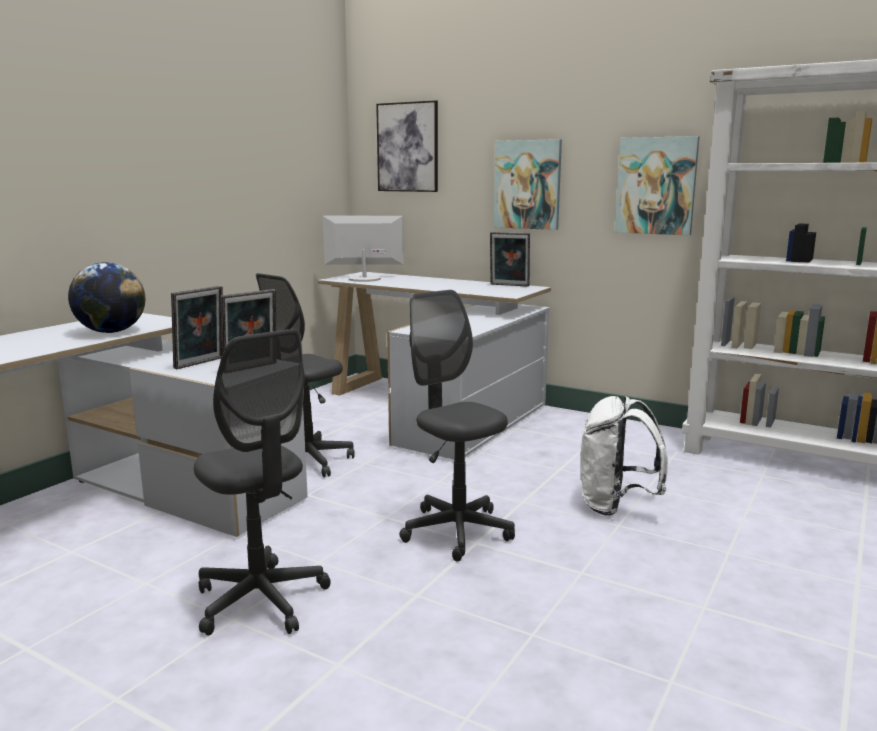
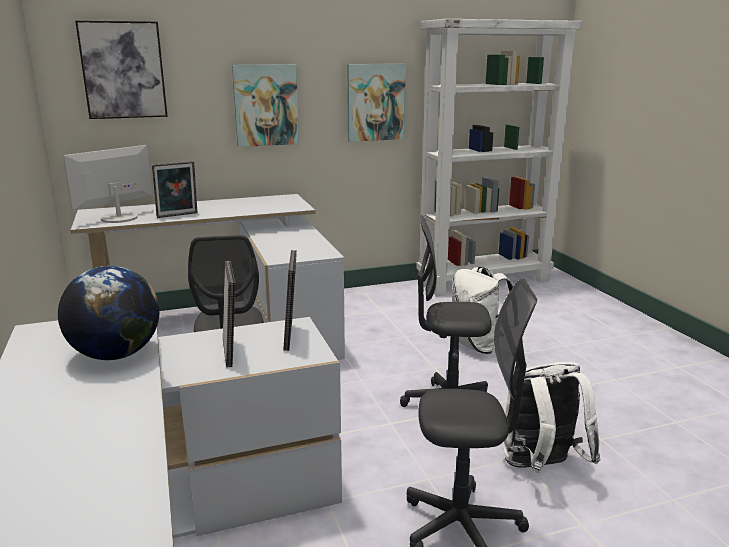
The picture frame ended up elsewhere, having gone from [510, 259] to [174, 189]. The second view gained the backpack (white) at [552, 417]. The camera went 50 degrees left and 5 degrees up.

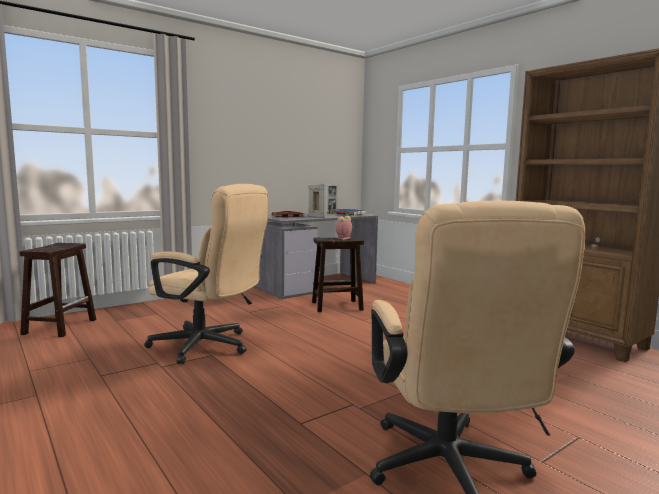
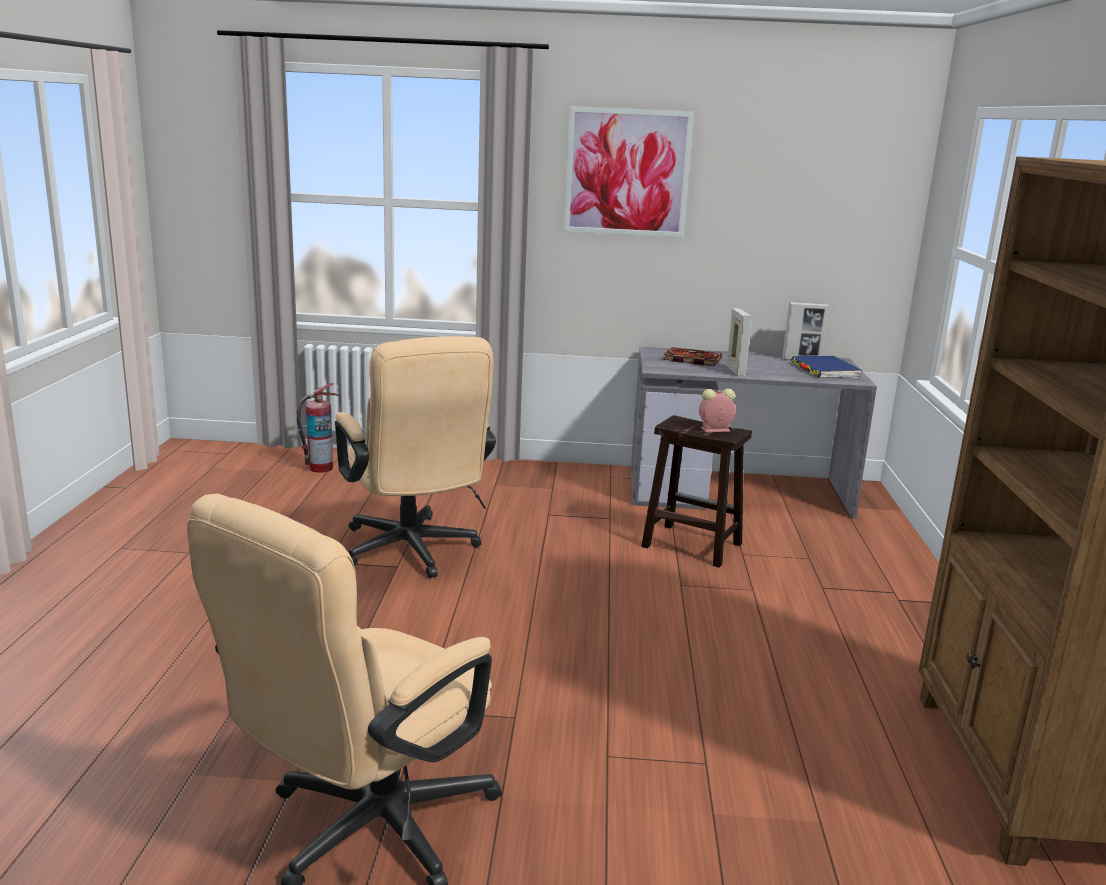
Where the stool (brown) stood at [58, 290], the fire extinguisher came to stand at [318, 428]. The second view gained the picture at [629, 172]. The camera went 40 degrees right and 10 degrees up.

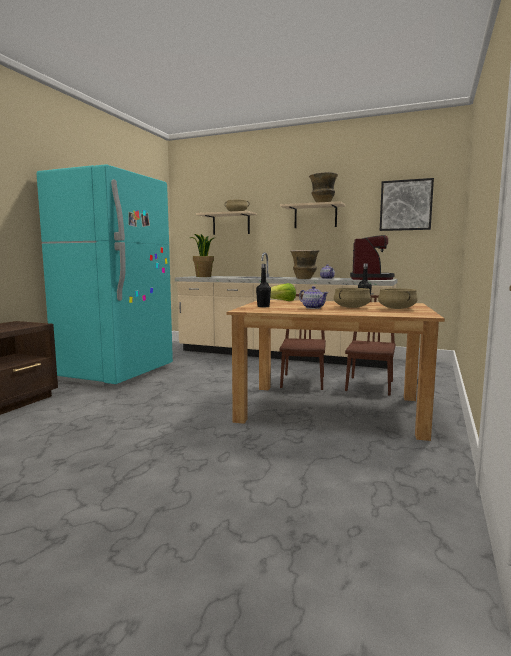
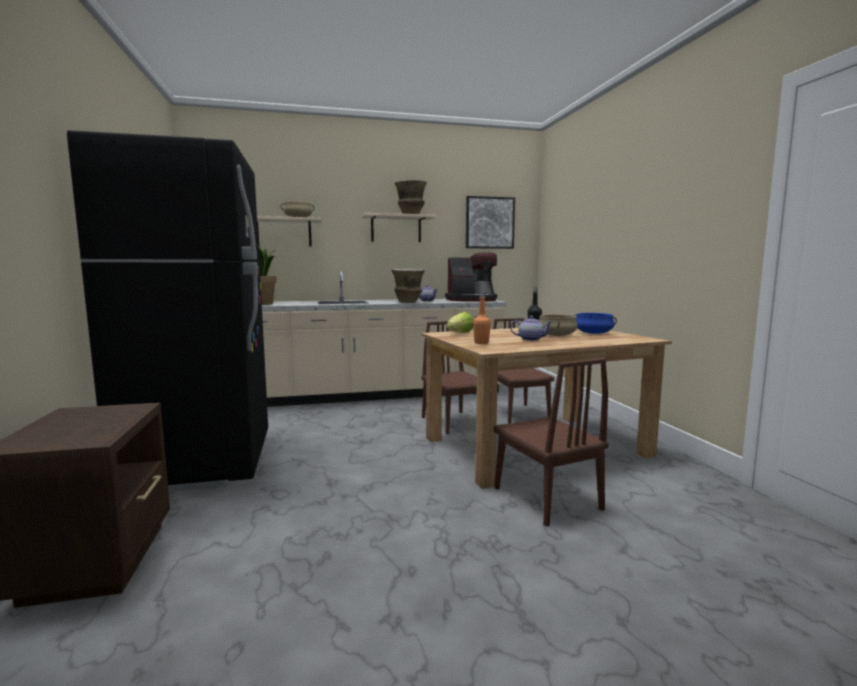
What was the fridge (turquoise) at [104, 275] turned into the fridge (black) at [167, 311]. What was the bottle (black) at [263, 285] turned into the bottle (orange) at [482, 318]. The coffee machine at [372, 257] ended up facing another way, 105 degrees clockwise from before. What was the cooking pot (beige) at [398, 298] turned into the cooking pot (blue) at [595, 323]. The second view gained the chair (brown) at [551, 442]. The camera went 35 degrees left and 0 degrees up.

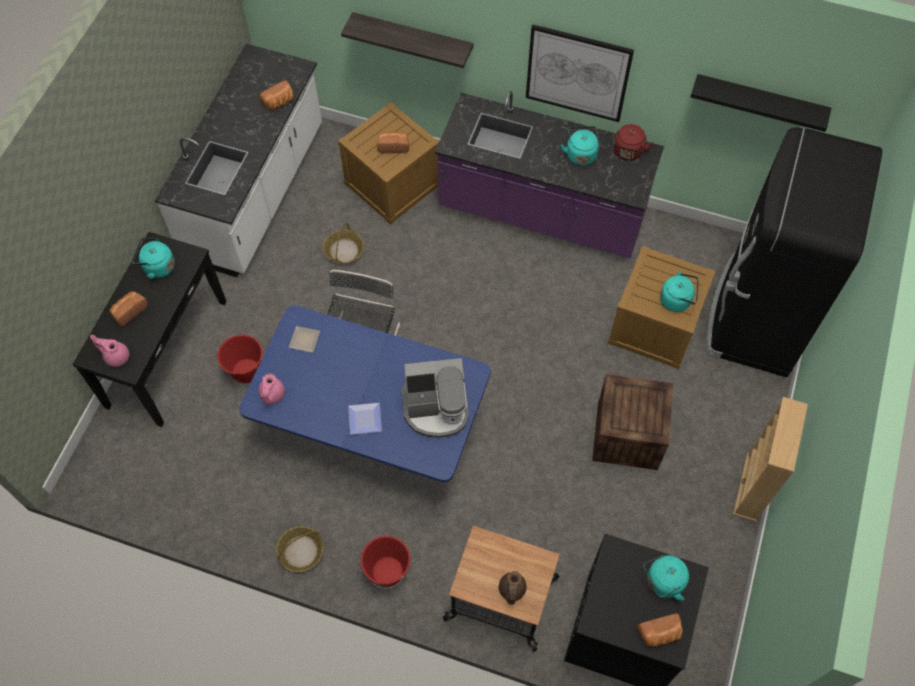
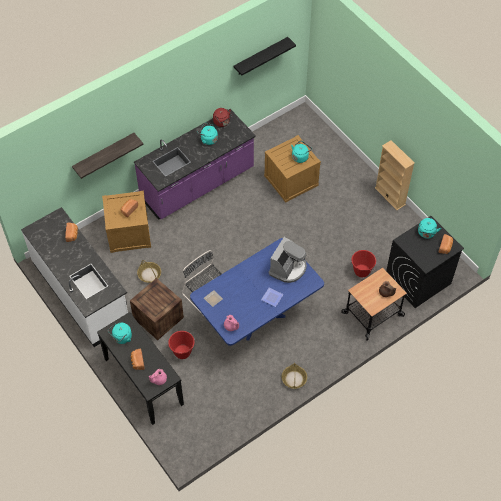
The bucket (red) ended up elsewhere, having gone from [386, 562] to [363, 263]. The second view lost the picture at [580, 73]. The crate ended up elsewhere, having gone from [632, 422] to [157, 309]. The second view lost the fridge (black) at [794, 252]. The camera went 55 degrees left and 5 degrees down.

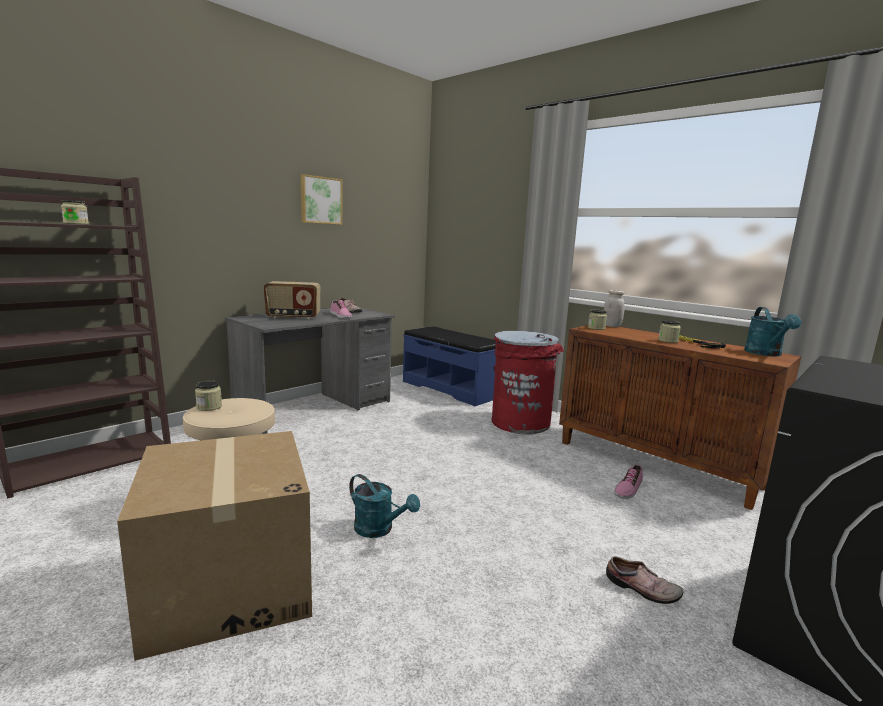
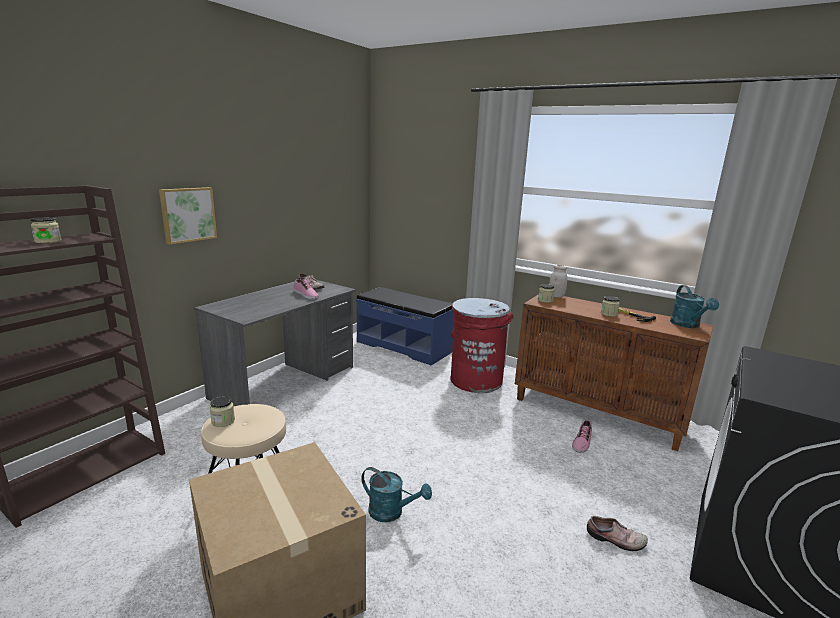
The second view lost the radio at [292, 300]. The picture ended up elsewhere, having gone from [322, 199] to [188, 215]. The camera went 10 degrees left and 5 degrees up.

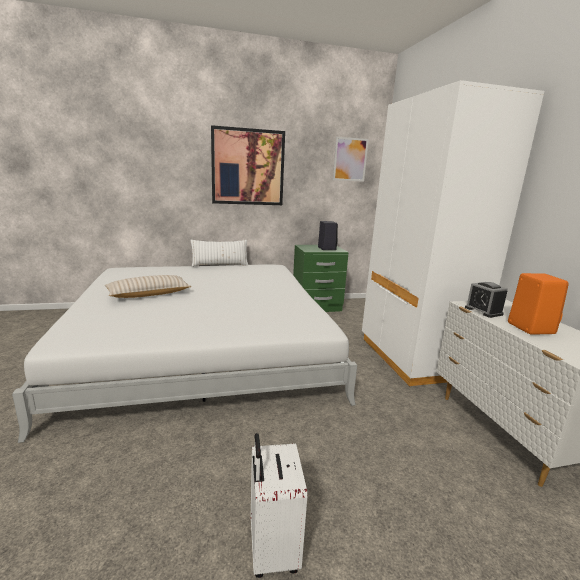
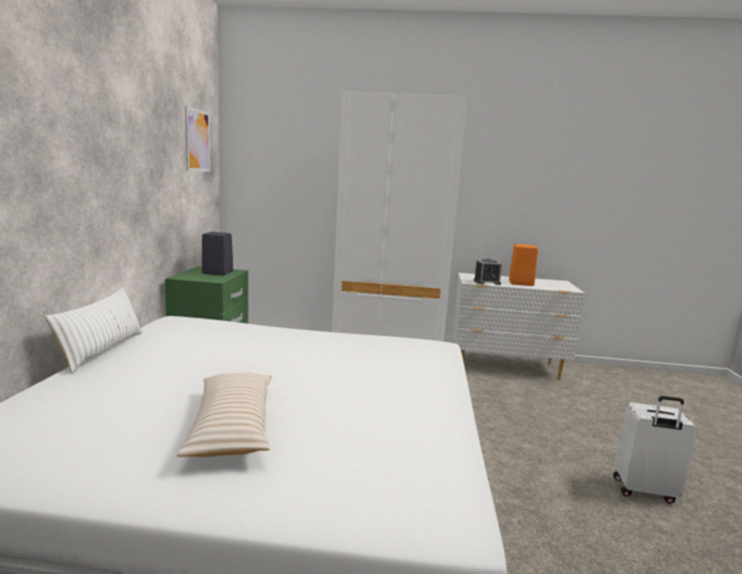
The second view lost the picture at [248, 165]. The camera went 70 degrees left and 5 degrees down.

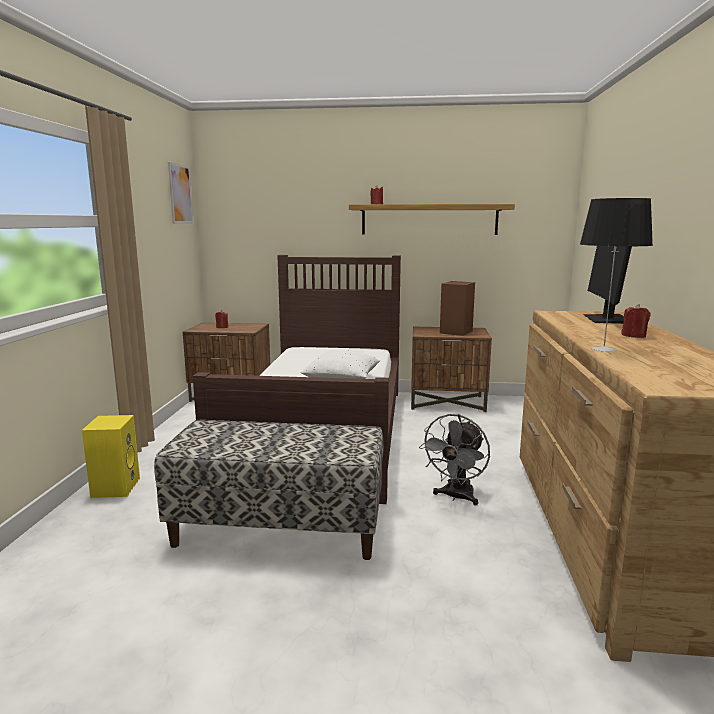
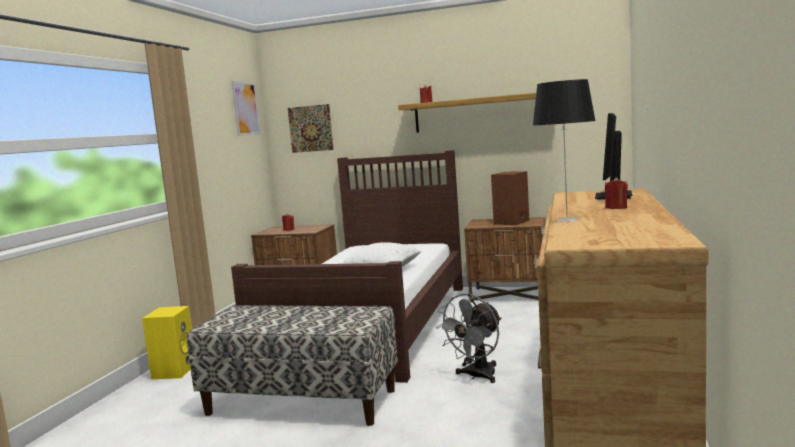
The second view gained the picture at [311, 128]. The camera went 10 degrees right and 5 degrees down.

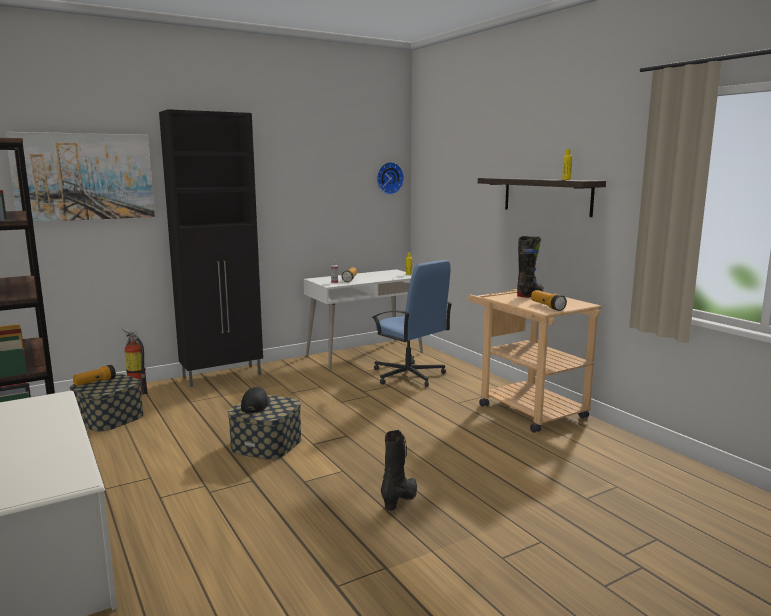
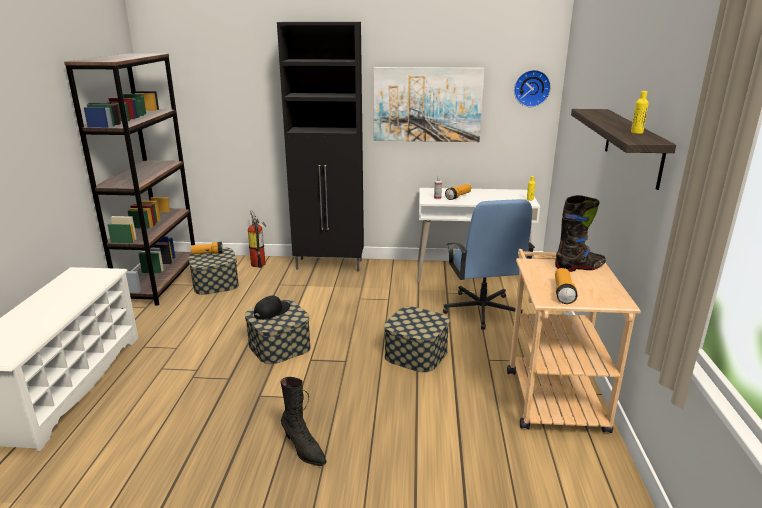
The picture ended up elsewhere, having gone from [80, 177] to [429, 104]. The boot (black) at [399, 470] ended up facing another way, 75 degrees clockwise from before. The second view gained the storage box at [417, 339]. The camera went 35 degrees right and 10 degrees up.

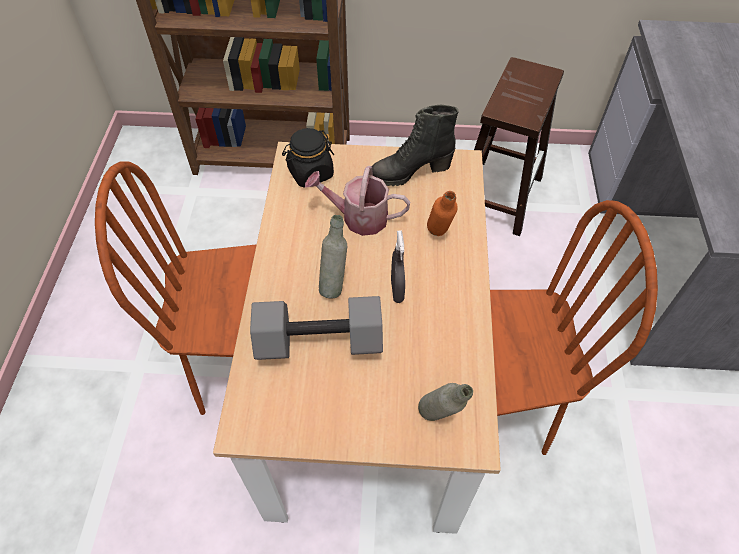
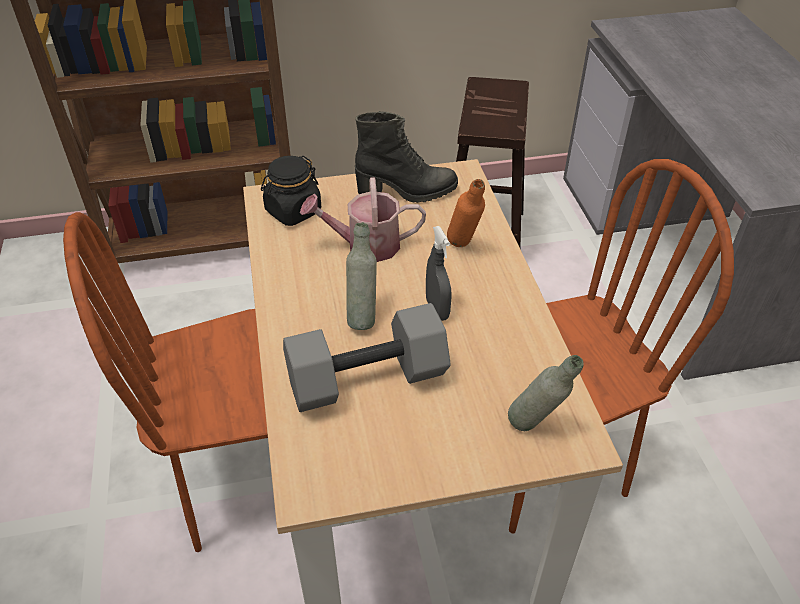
The boot (black) at [415, 145] ended up facing another way, 150 degrees counterclockwise from before. The camera went 15 degrees left and 10 degrees down.

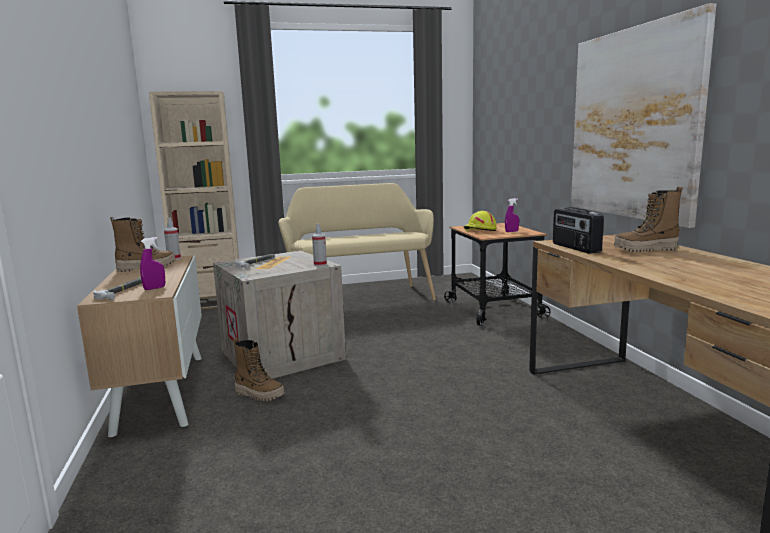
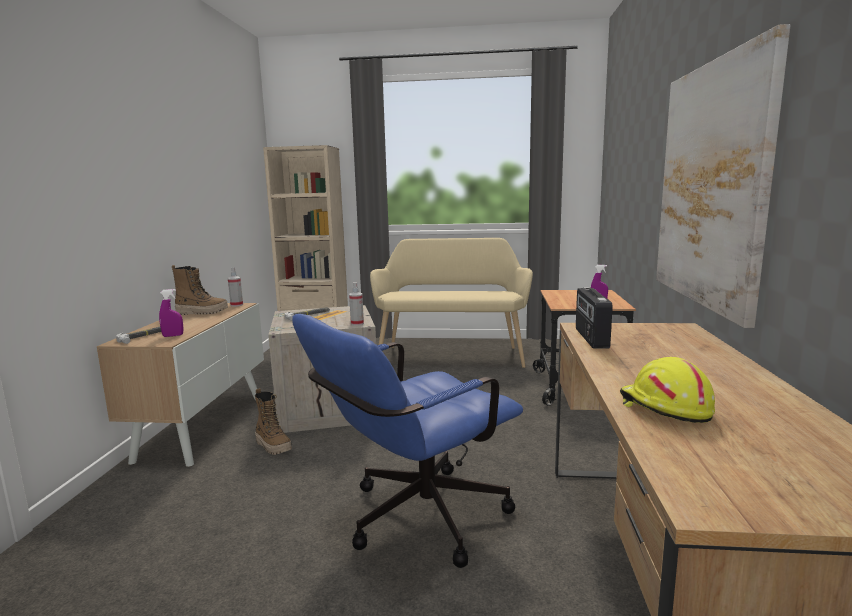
The hard hat (yellow) ended up elsewhere, having gone from [480, 221] to [667, 390]. The second view lost the boot at [648, 219]. The second view gained the office chair (blue) at [407, 441]. The camera went 20 degrees right and 0 degrees up.

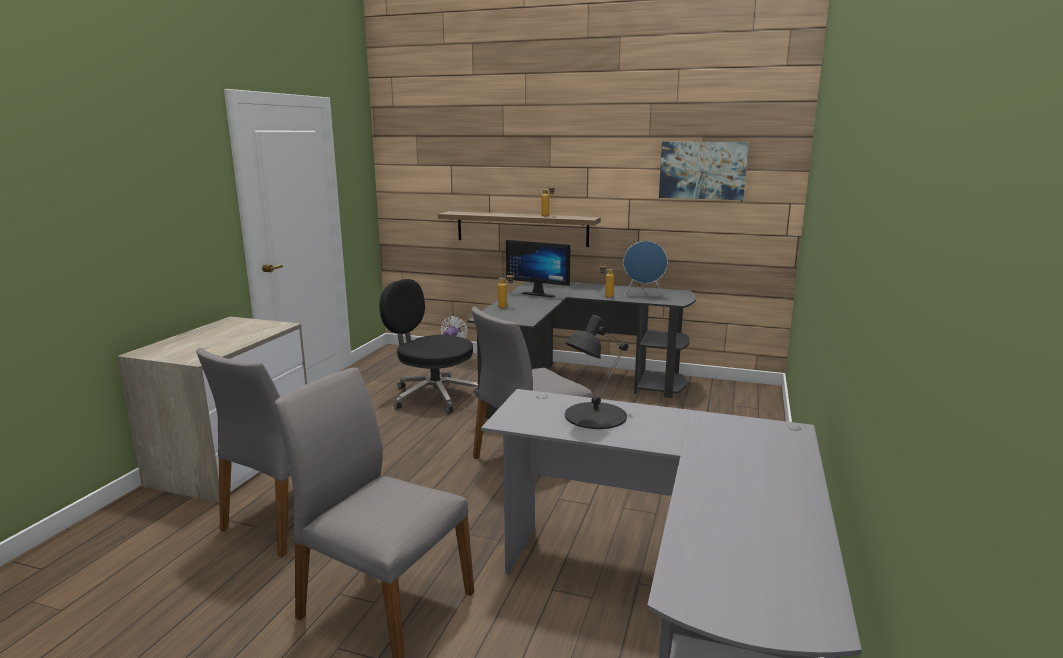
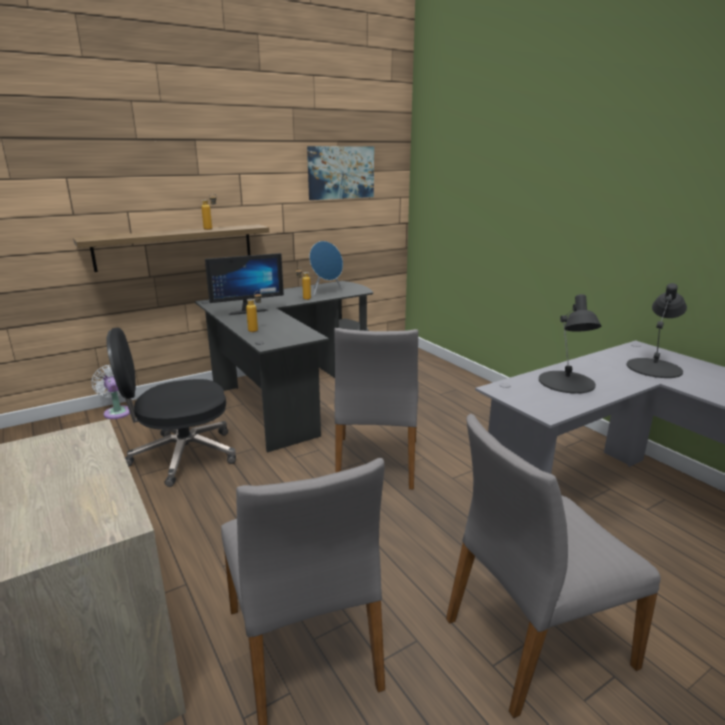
The second view gained the table lamp (black) at [657, 330]. The camera went 50 degrees left and 5 degrees up.

